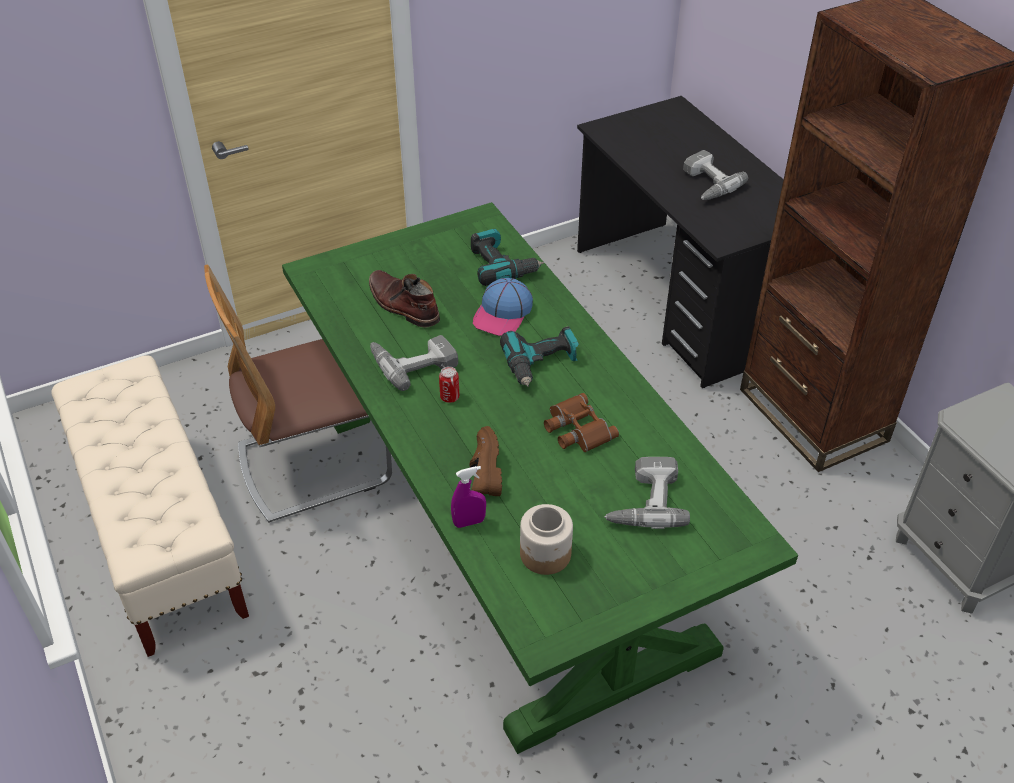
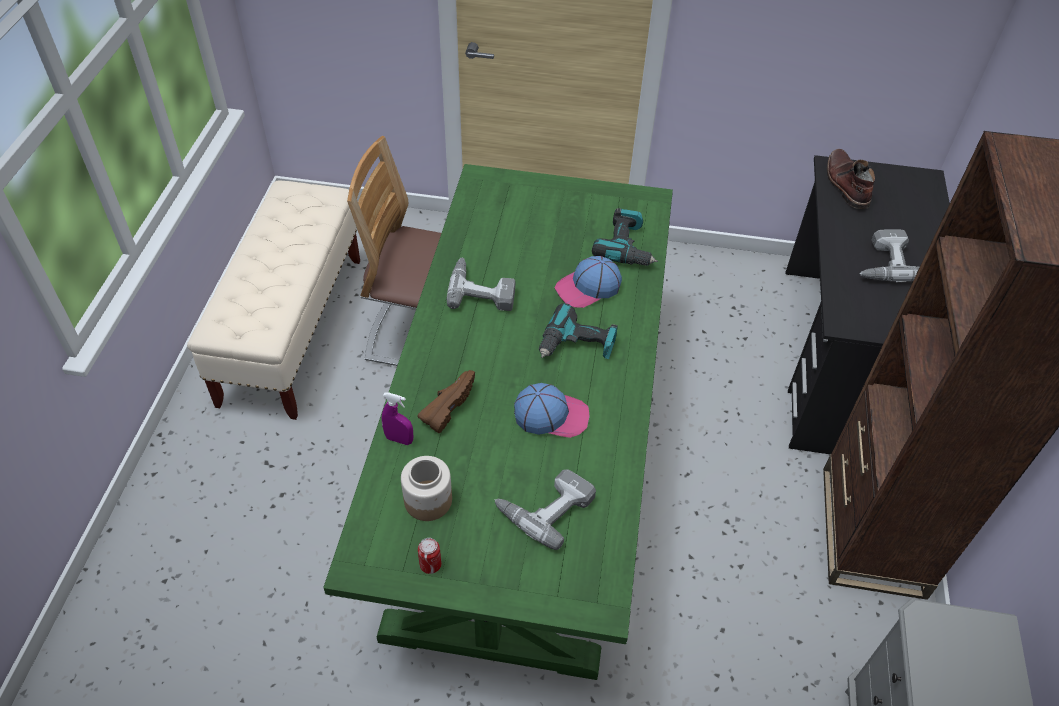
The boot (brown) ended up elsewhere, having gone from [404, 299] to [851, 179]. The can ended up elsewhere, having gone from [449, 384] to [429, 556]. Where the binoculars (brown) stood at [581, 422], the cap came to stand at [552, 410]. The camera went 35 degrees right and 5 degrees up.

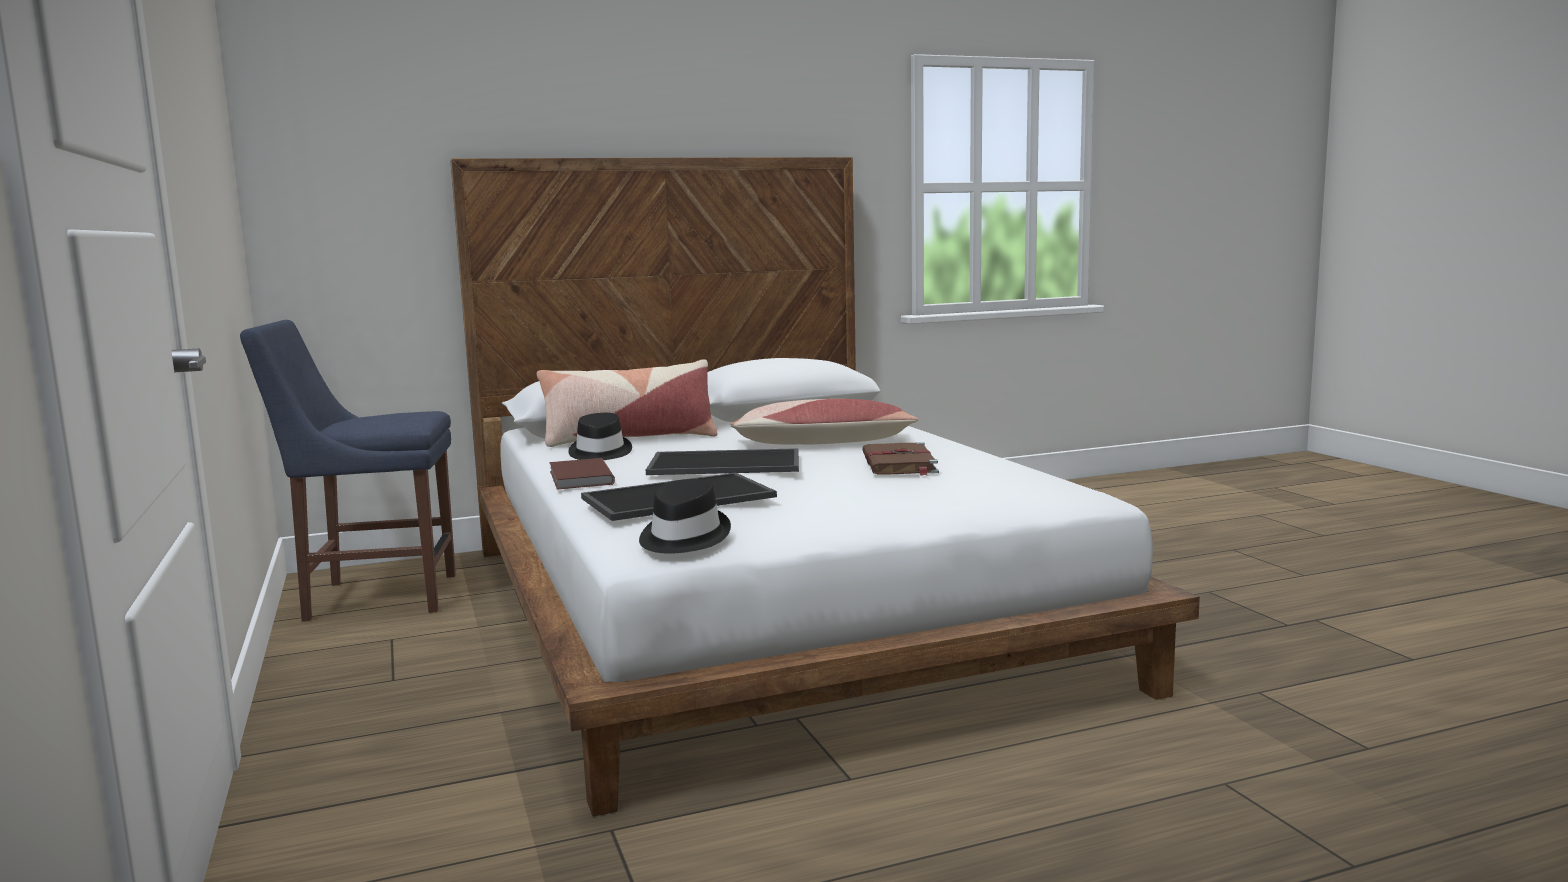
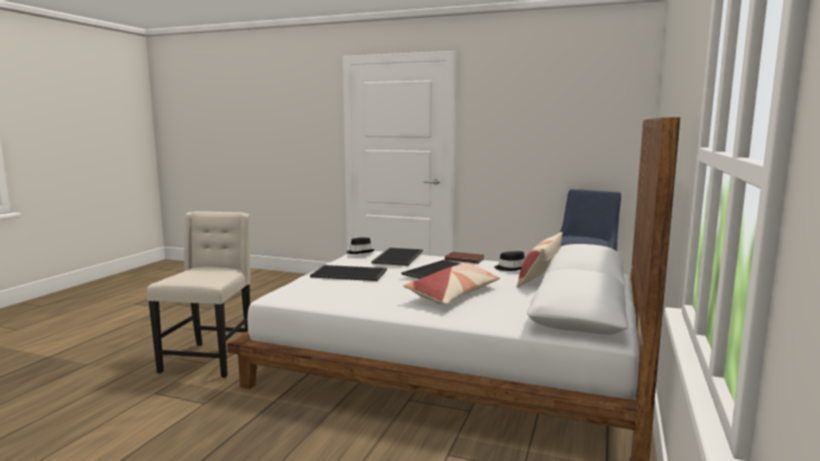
The second view lost the book (brown) at [900, 459]. The second view gained the chair (beige) at [199, 294]. The second view gained the tray at [348, 273]. The camera went 130 degrees right and 0 degrees up.

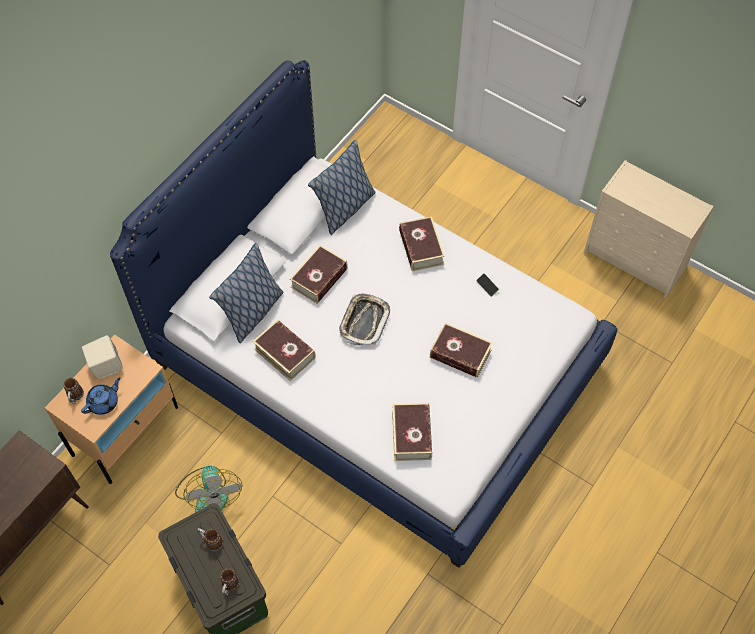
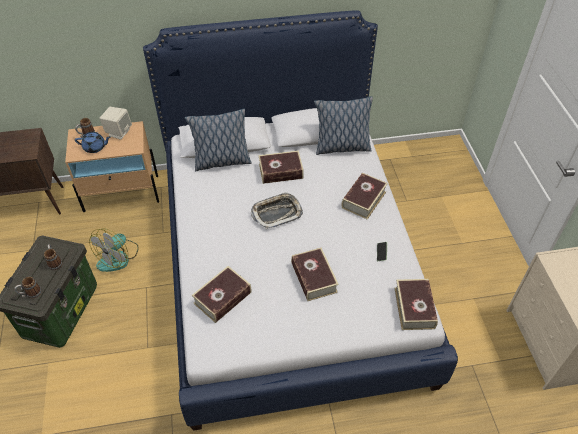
The book ended up elsewhere, having gone from [283, 350] to [416, 304]. The camera went 45 degrees right and 10 degrees down.

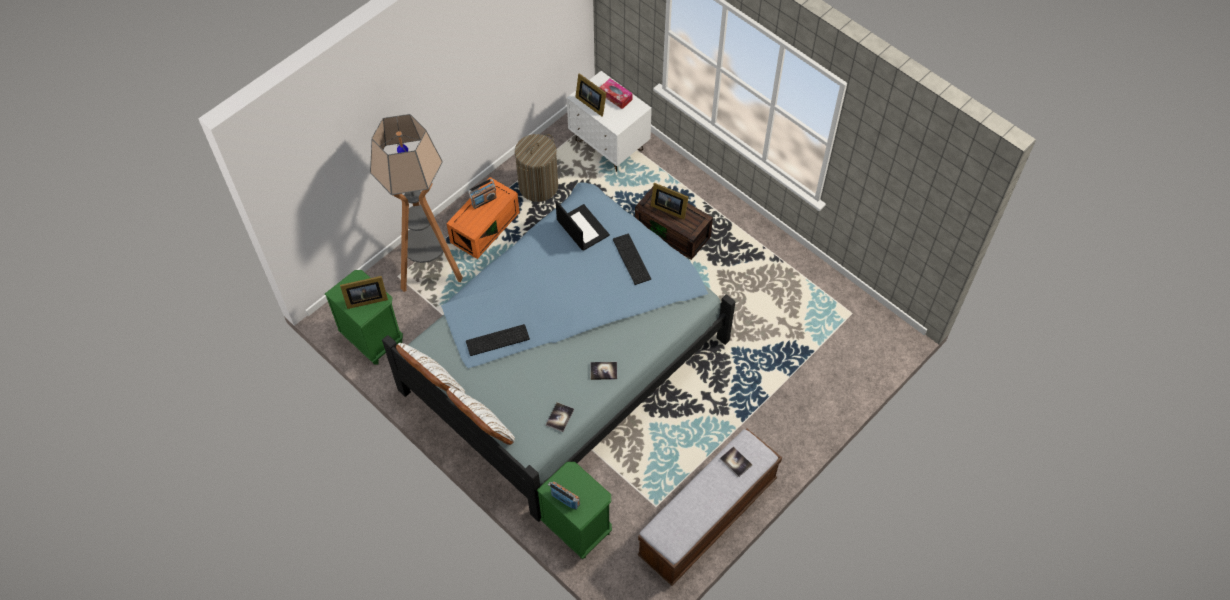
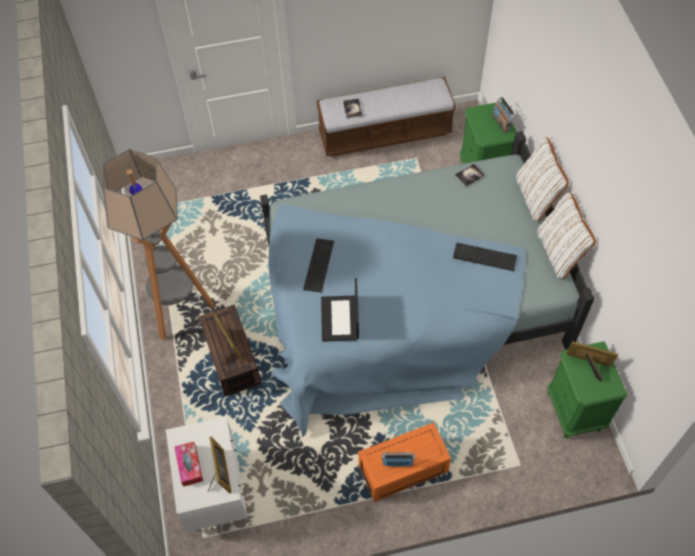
The floor lamp ended up elsewhere, having gone from [416, 203] to [158, 244]. The second view lost the laundry basket at [536, 168]. The second view lost the book at [603, 371]. The camera went 145 degrees left and 0 degrees up.

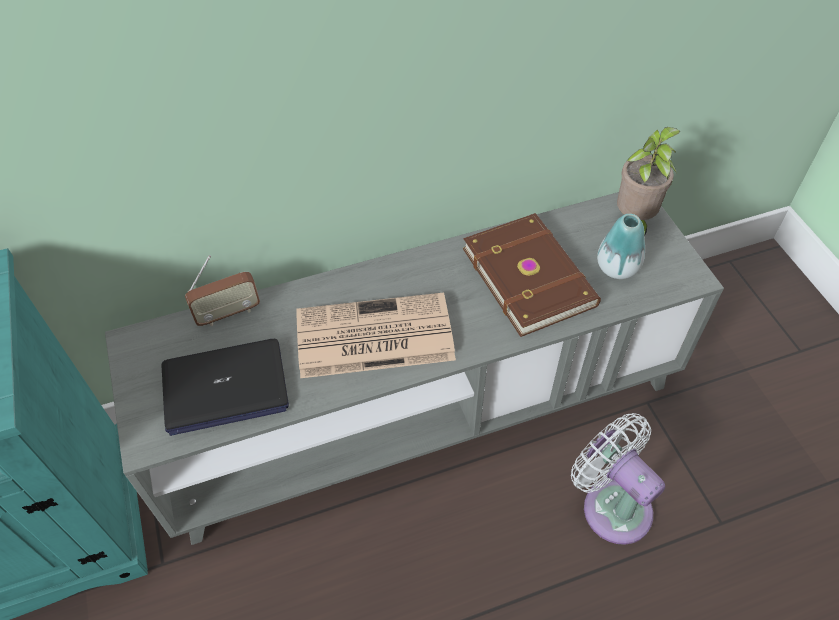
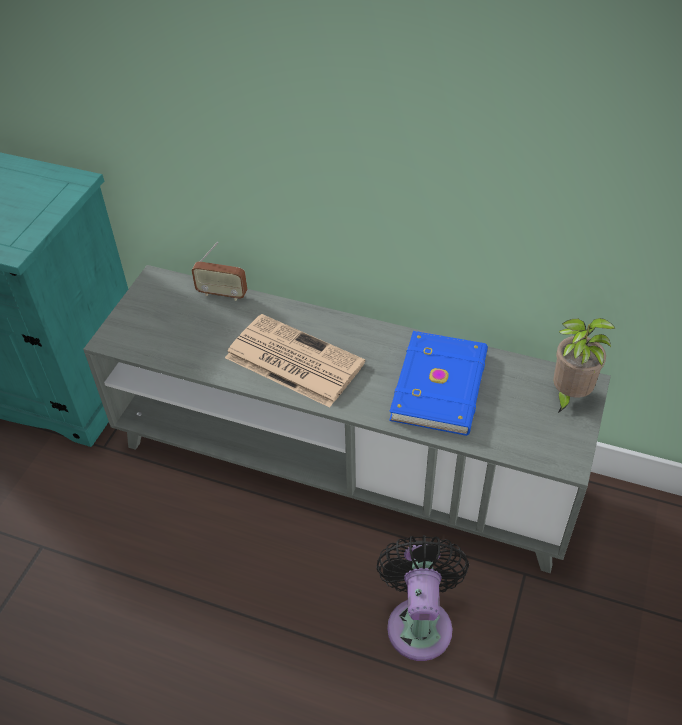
The second view lost the laptop at [225, 387]. What was the book (brown) at [532, 275] turned into the book (blue) at [438, 383]. What was the fan (white) at [618, 479] turned into the fan (black) at [423, 598]. The second view lost the vase at [621, 246]. The camera went 40 degrees right and 5 degrees down.

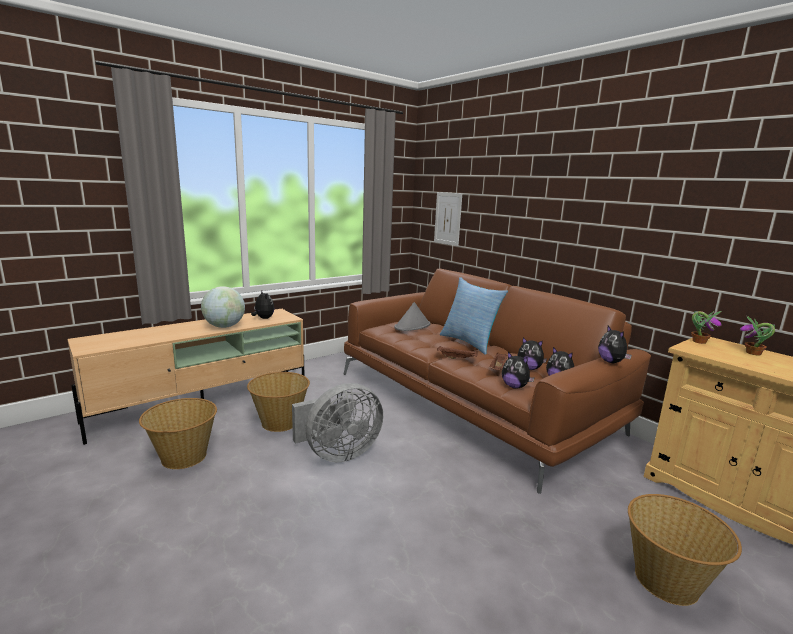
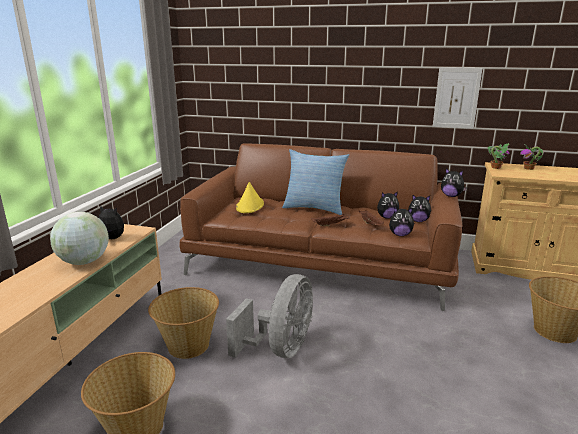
What was the hat (grey) at [412, 316] turned into the hat (yellow) at [250, 197]. The picture ended up elsewhere, having gone from [448, 219] to [458, 98]. The camera went 35 degrees left and 5 degrees up.

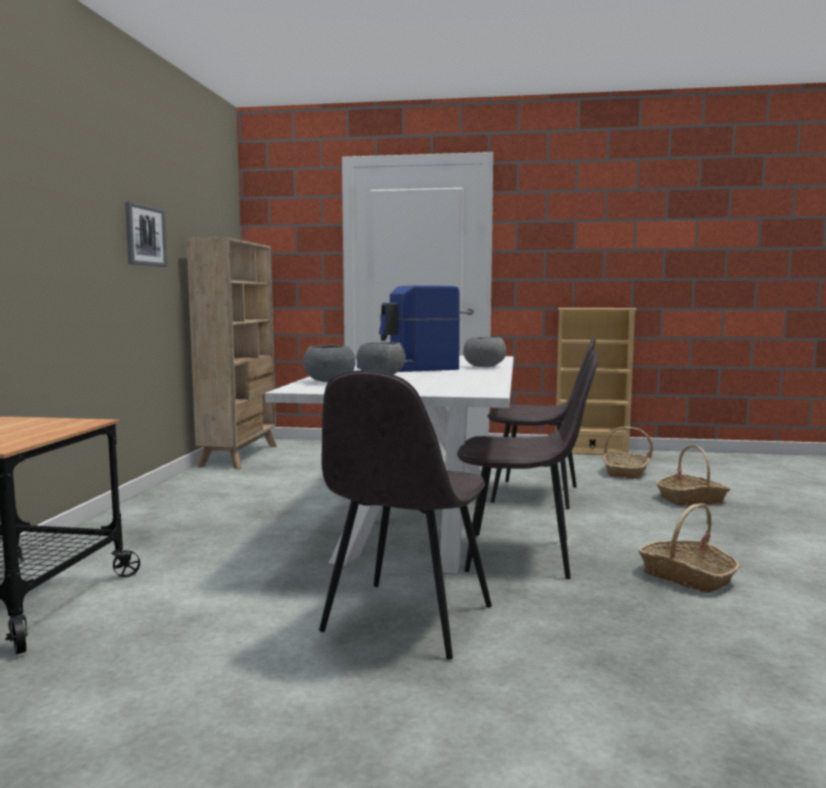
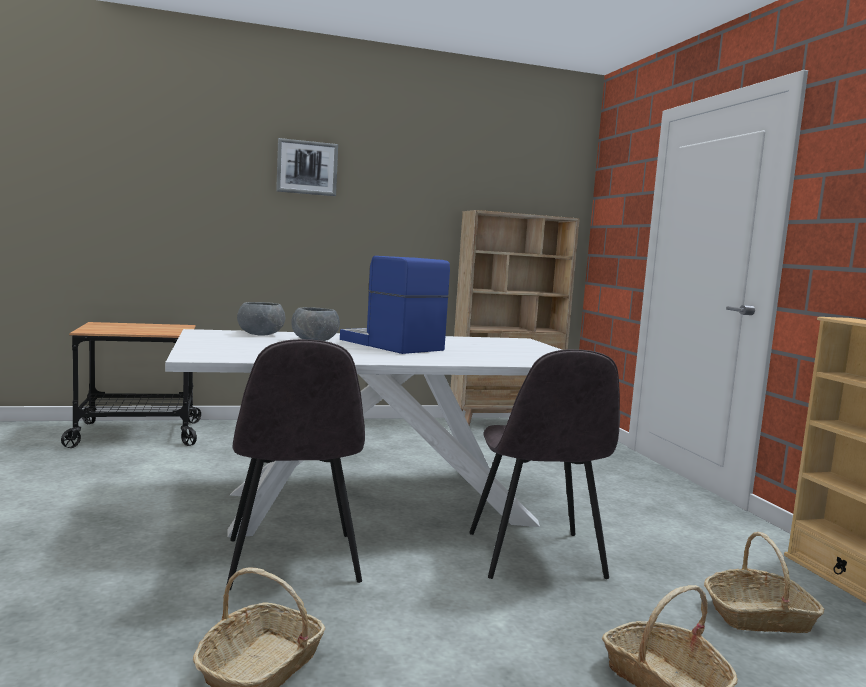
The picture ended up elsewhere, having gone from [146, 234] to [307, 167]. The second view lost the chair (grey) at [405, 515]. The second view lost the bowl (grey) at [484, 352]. The camera went 65 degrees right and 0 degrees up.

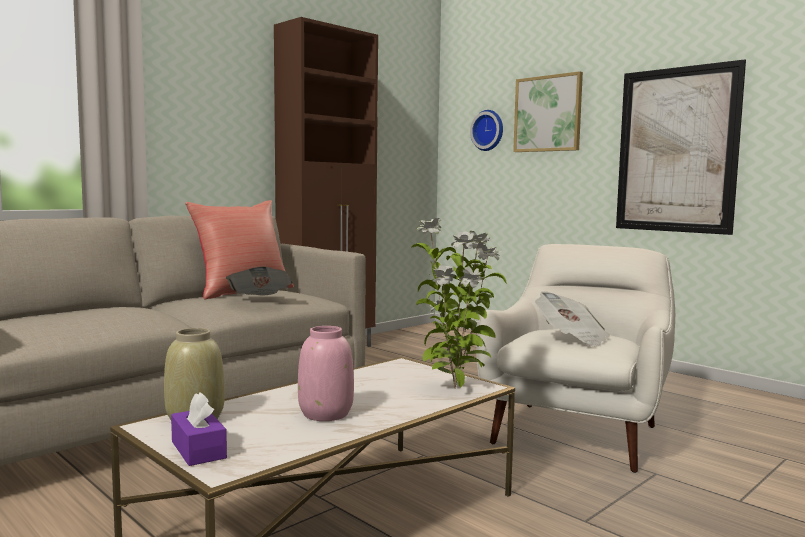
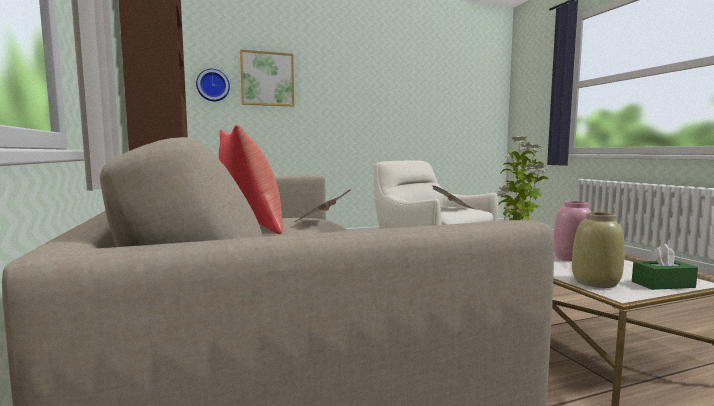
What was the tissue box (purple) at [199, 429] turned into the tissue box (green) at [665, 267]. The second view lost the picture at [681, 147]. The camera went 65 degrees left and 0 degrees up.

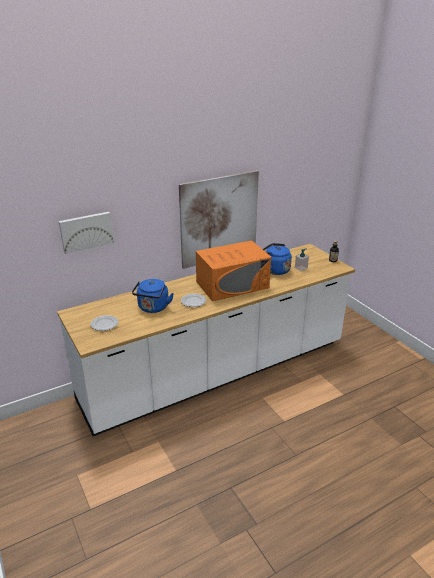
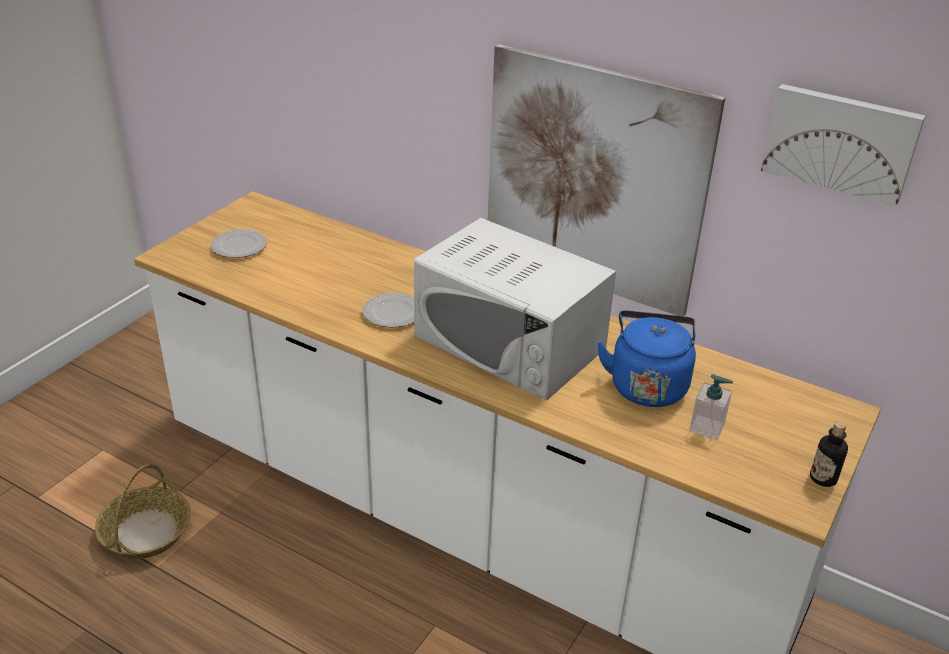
The picture ended up elsewhere, having gone from [86, 233] to [843, 145]. The second view lost the kettle (blue) at [153, 296]. What was the microwave (orange) at [233, 270] turned into the microwave (white) at [515, 309]. The second view gained the basket at [143, 511]. The camera went 60 degrees right and 5 degrees up.

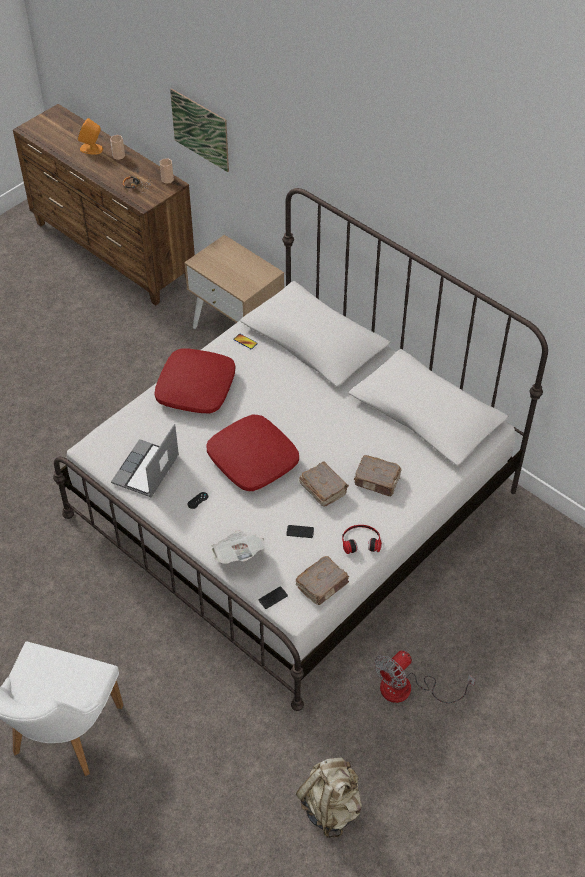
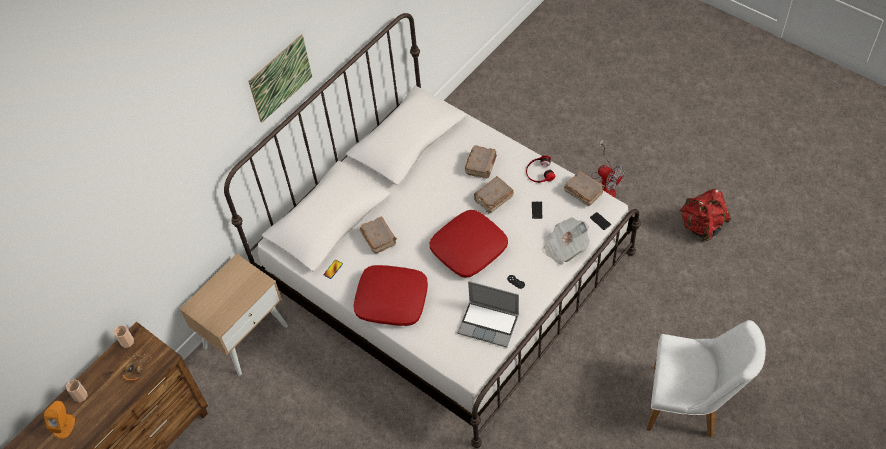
The picture ended up elsewhere, having gone from [199, 130] to [280, 78]. What was the backpack (beige) at [329, 797] turned into the backpack (red) at [705, 215]. The second view gained the book (brown) at [378, 235]. The camera went 90 degrees left and 5 degrees up.

